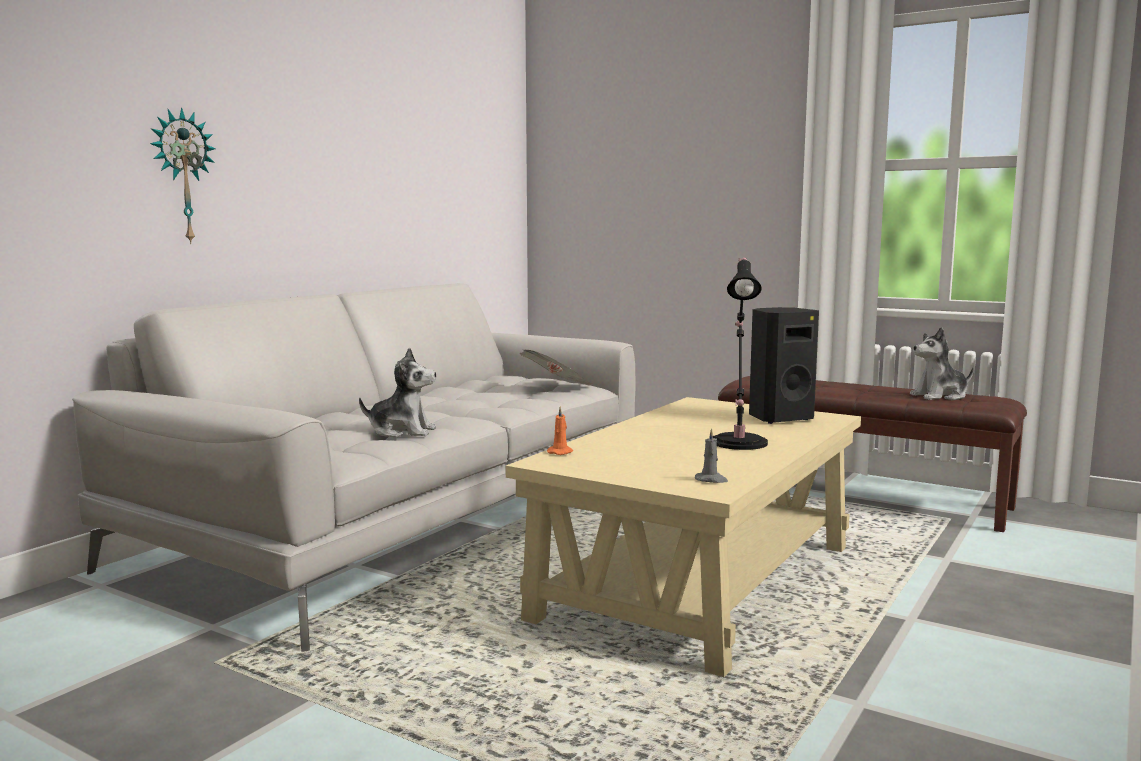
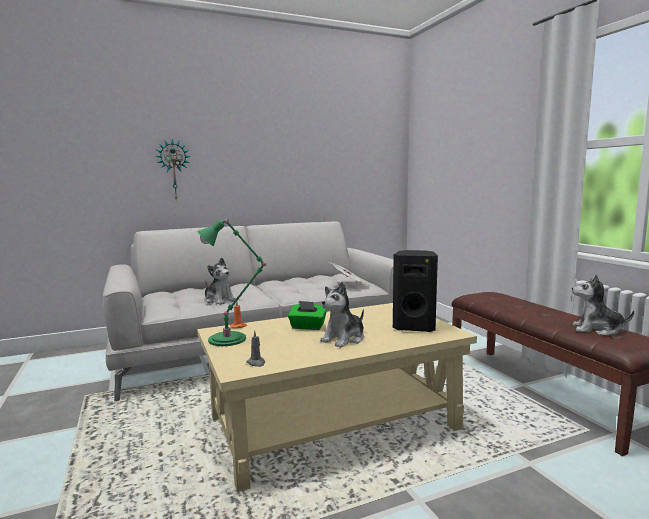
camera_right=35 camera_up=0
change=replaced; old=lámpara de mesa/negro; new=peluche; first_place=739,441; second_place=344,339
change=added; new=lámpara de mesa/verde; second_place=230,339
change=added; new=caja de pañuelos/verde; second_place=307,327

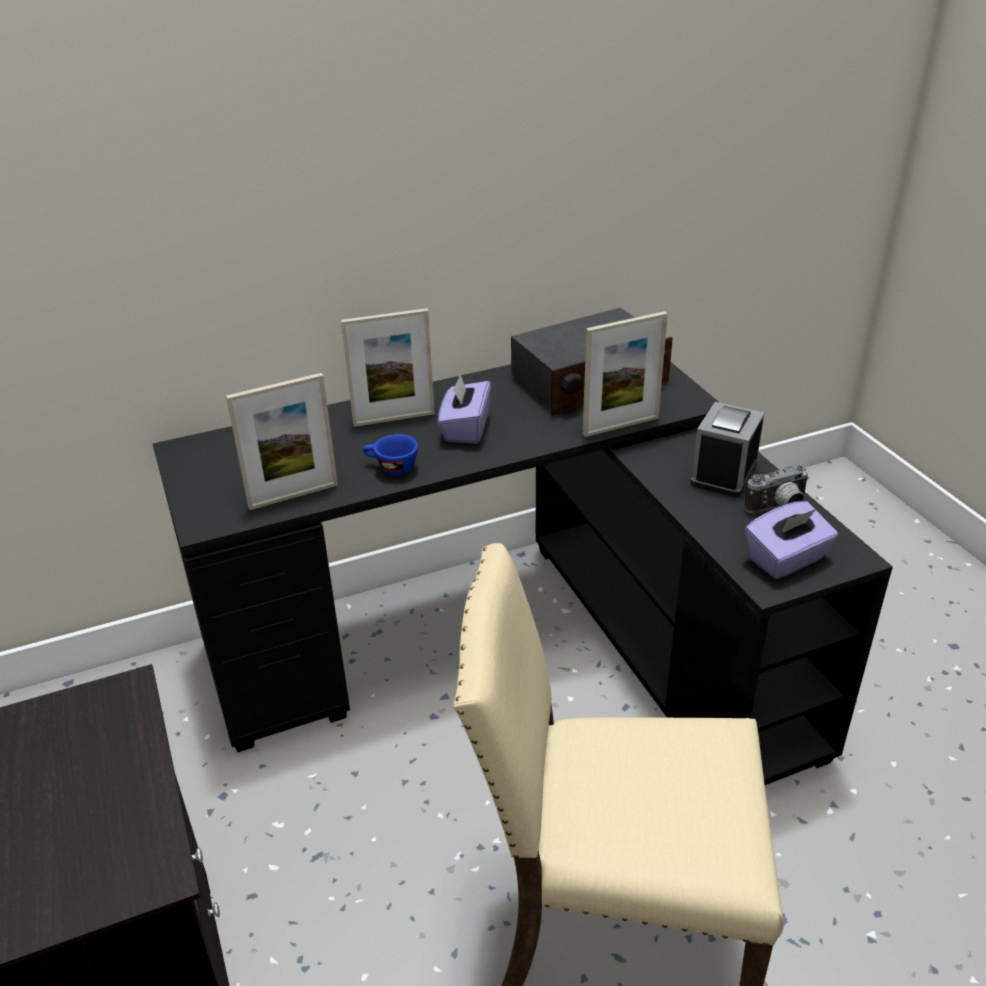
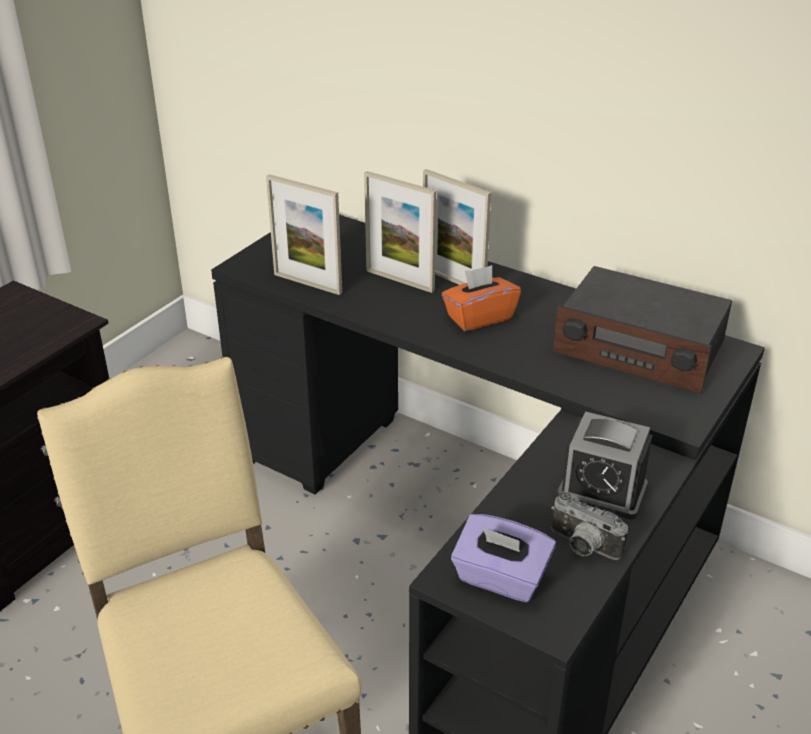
camera_right=55 camera_up=0
change=removed; old=taza/azul; first_place=391,468
change=recoloured; old=caja de pañuelos/morado; new=caja de pañuelos/naranja; first_place=465,428; second_place=479,317
change=moved; old=portarretratos; first_place=621,426; second_place=400,280
change=turned; old=despertador; first_place=724,473; second_place=602,491; degrees=-150

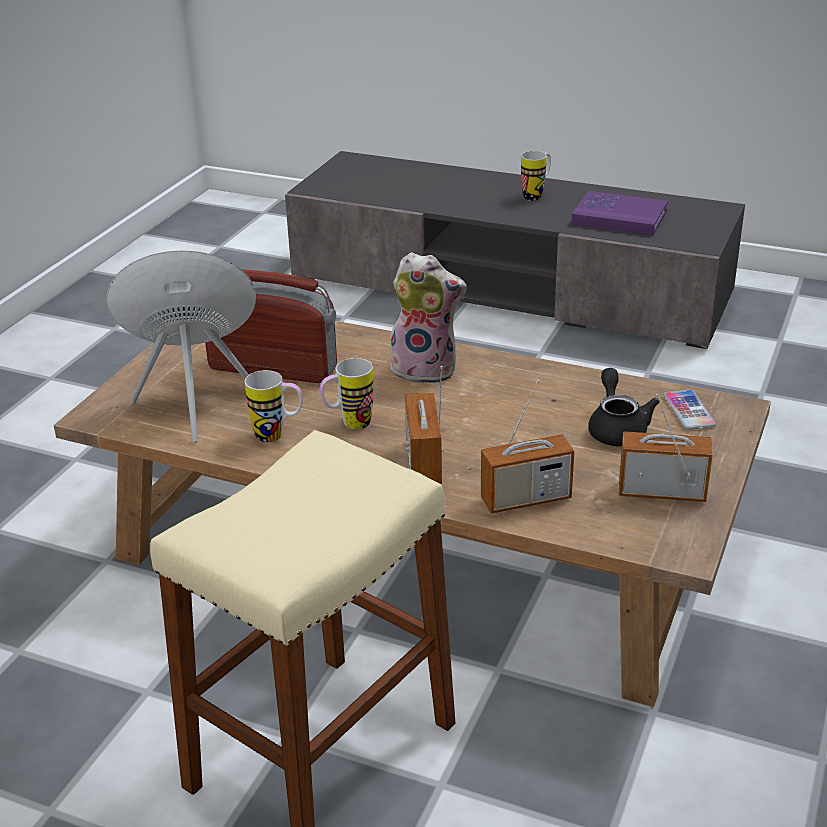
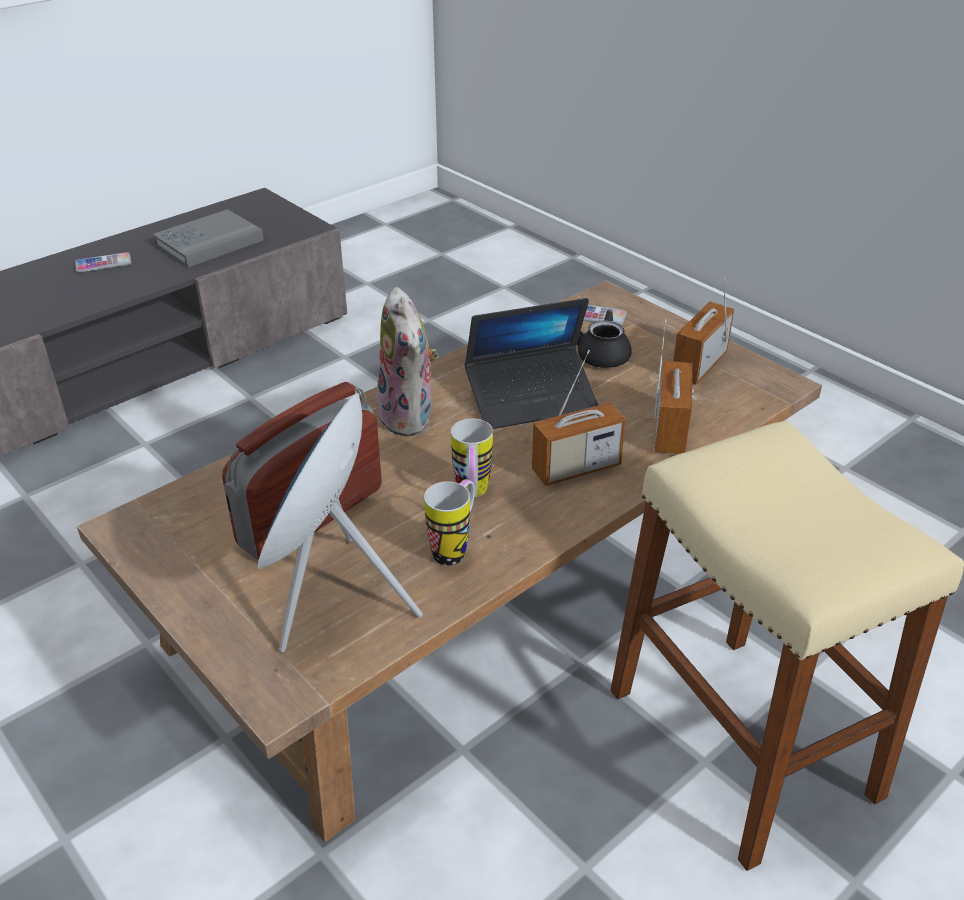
camera_right=-65 camera_up=5
change=turned; old=peluche; first_place=426,369; second_place=410,418; degrees=120
change=turned; old=radio; first_place=423,463; second_place=576,468; degrees=-45
change=replaced; old=taza grande; new=móvil; first_place=536,195; second_place=103,264
change=recoloured; old=libro/morado; new=libro/gris; first_place=619,217; second_place=209,242
change=added; new=portátil; second_place=531,399

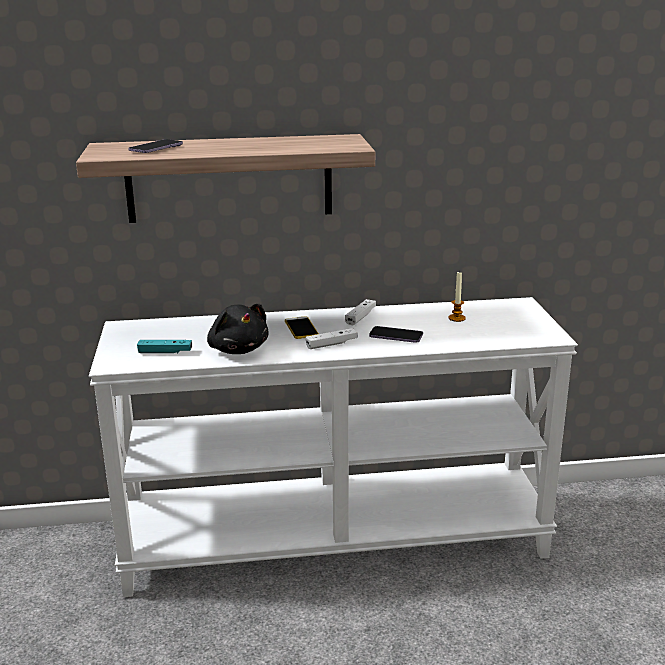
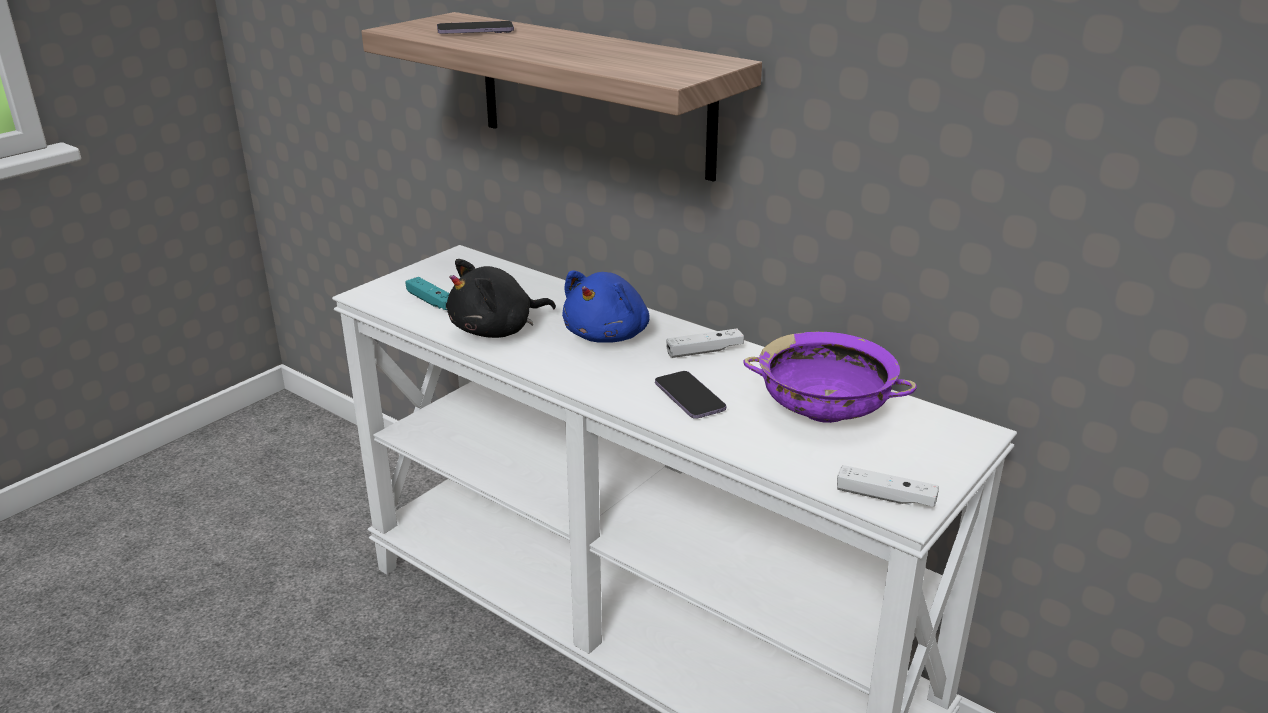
camera_right=45 camera_up=5
change=turned; old=peluche/negro; first_place=238,349; second_place=497,330; degrees=45
change=replaced; old=móvil; new=peluche/azul; first_place=301,328; second_place=609,335
change=moved; old=mando de consola/blanco; first_place=331,344; second_place=885,497
change=replaced; old=vela; new=cuenco/morado; first_place=456,318; second_place=822,410

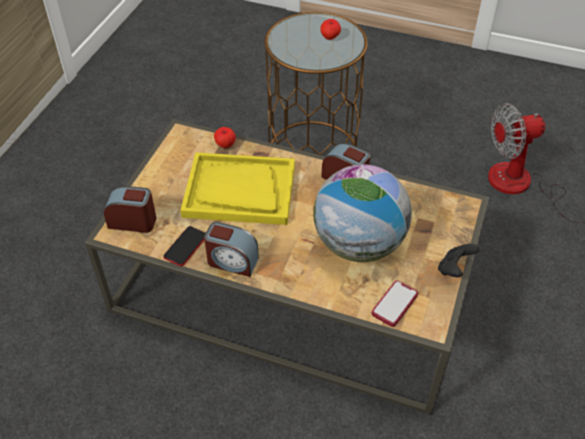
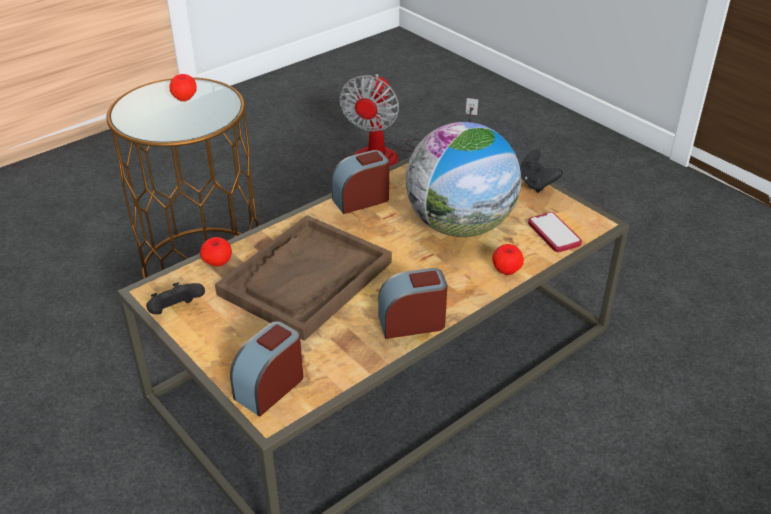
camera_right=-60 camera_up=-10
change=removed; old=móvil; first_place=185,247
change=recoloured; old=bandeja/amarillo; new=bandeja/marrón; first_place=239,191; second_place=306,279
change=turned; old=despertador; first_place=232,261; second_place=412,322; degrees=-150
change=added; new=mando de consola/negro; second_place=176,312
change=added; new=manzana; second_place=506,270

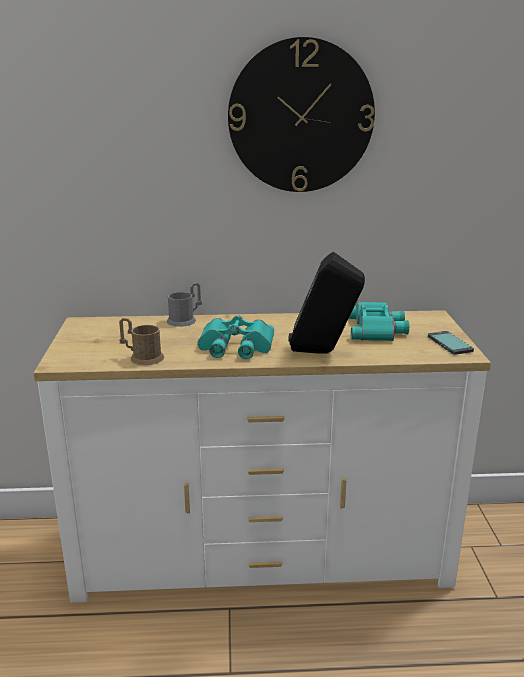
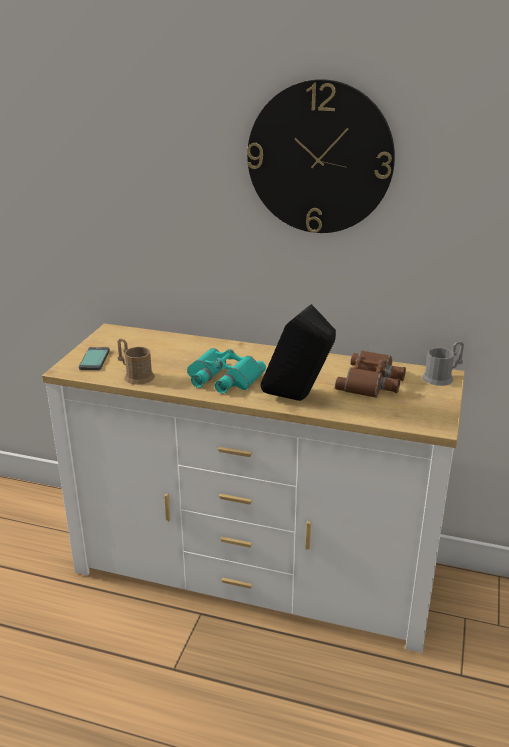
camera_right=20 camera_up=5
change=moved; old=taza grande/gris; first_place=185,320; second_place=442,377
change=recoloured; old=prismáticos/turquesa; new=prismáticos/marrón; first_place=377,329; second_place=372,382
change=moved; old=móvil; first_place=449,344; second_place=94,359

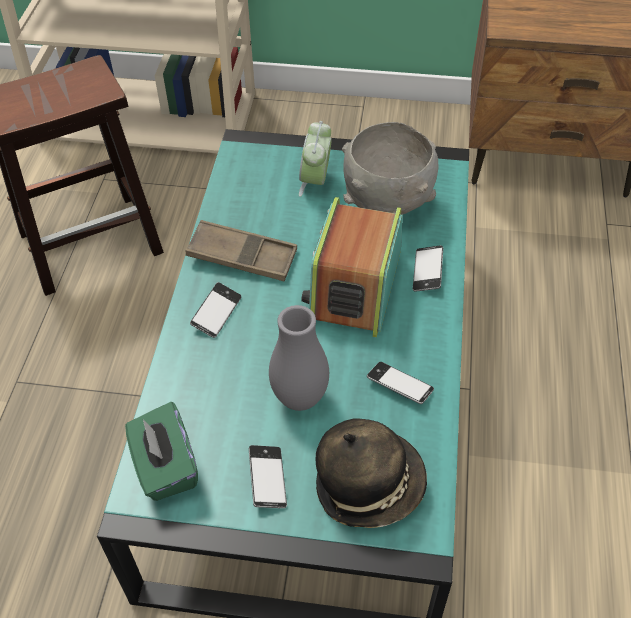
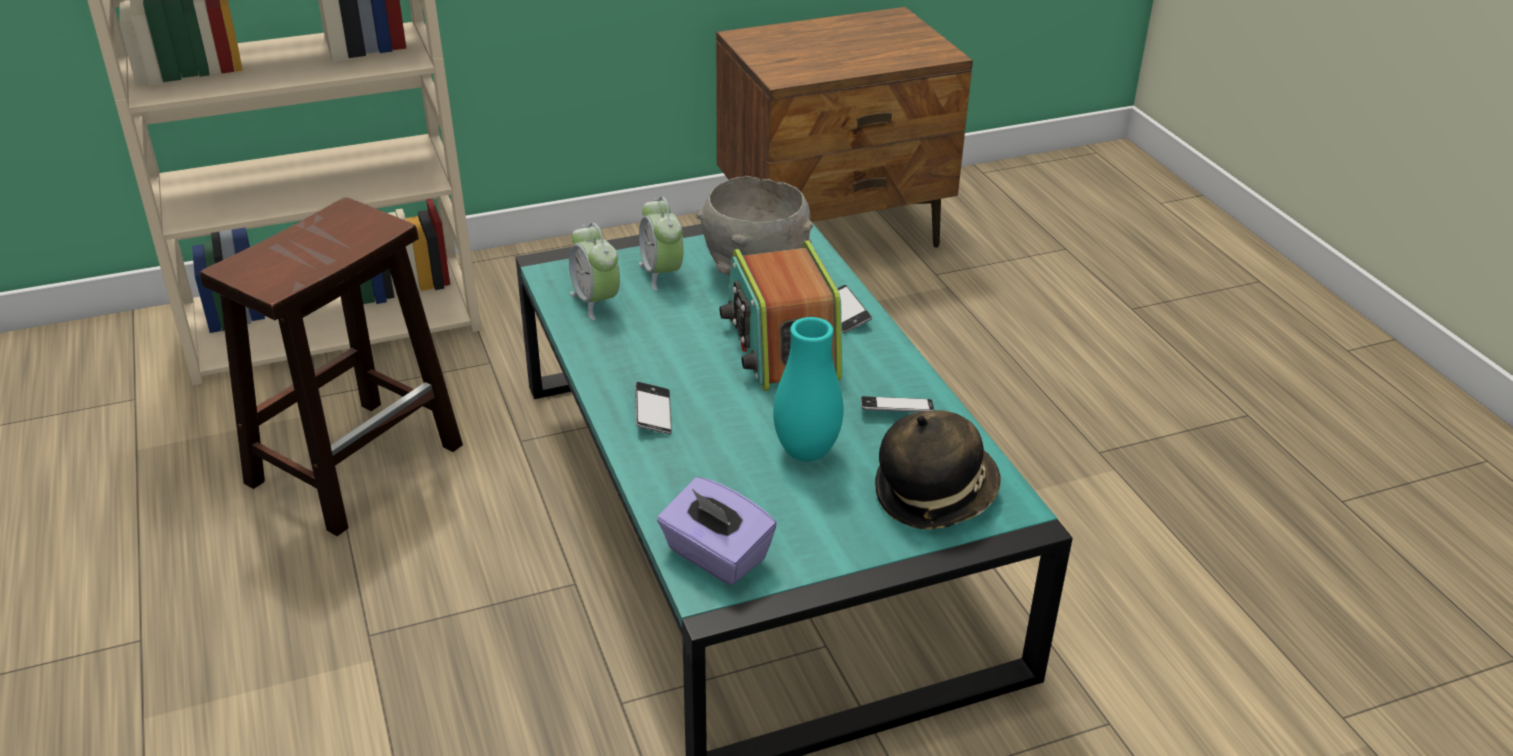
camera_right=-30 camera_up=-15
change=recoloured; old=caja de pañuelos/verde; new=caja de pañuelos/morado; first_place=165,467; second_place=715,556
change=removed; old=bandeja/marrón; first_place=242,256
change=removed; old=móvil; first_place=267,479
change=recoloured; old=florero/gris; new=florero/turquesa; first_place=300,398; second_place=806,452
change=added; new=despertador; second_place=596,302

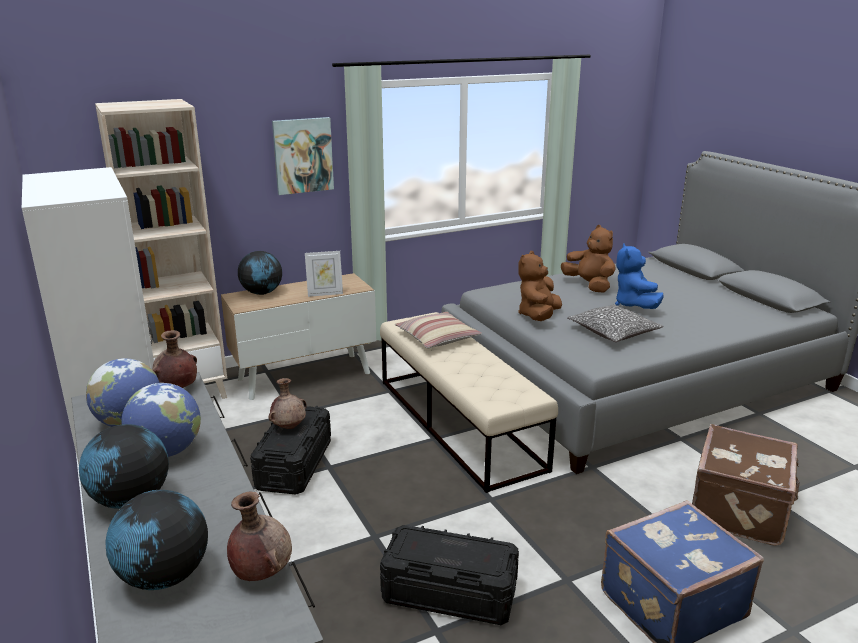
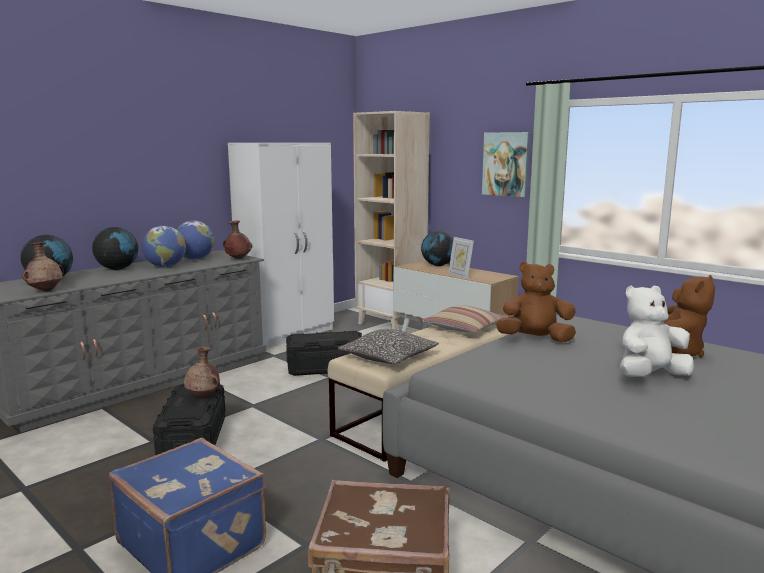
camera_right=70 camera_up=-10
change=moved; old=florero/marrón; first_place=289,427; second_place=203,397
change=moved; old=cojín; first_place=613,332; second_place=388,357
change=recoloured; old=peluche/azul; new=peluche/blanco; first_place=634,305; second_place=650,376

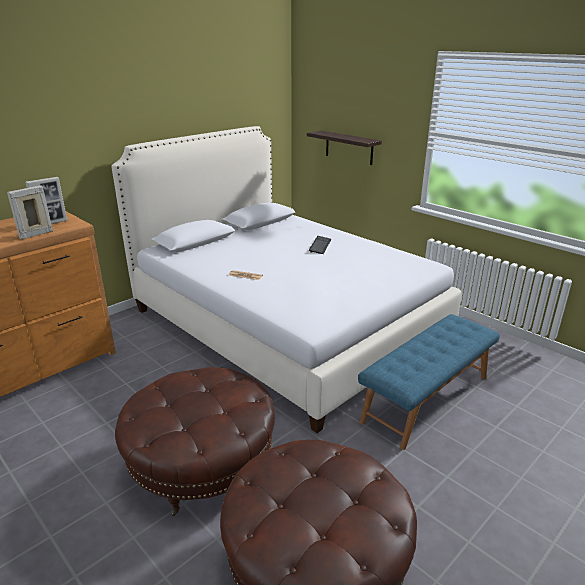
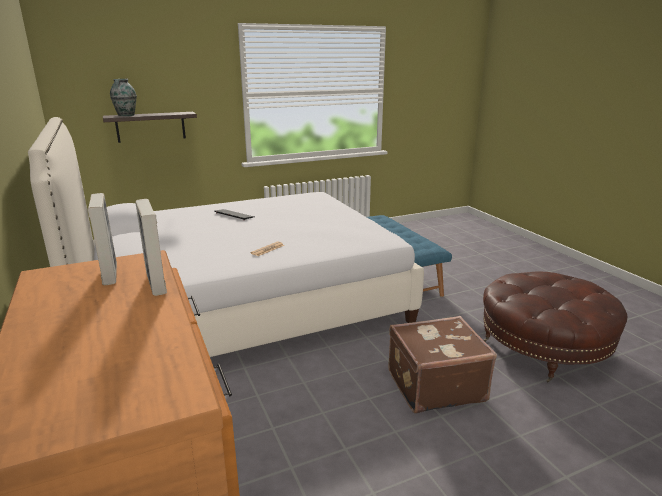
camera_right=-70 camera_up=-5
change=replaced; old=puf/marrón; new=maleta/marrón; first_place=202,463; second_place=434,385
change=added; new=florero; second_place=126,115

